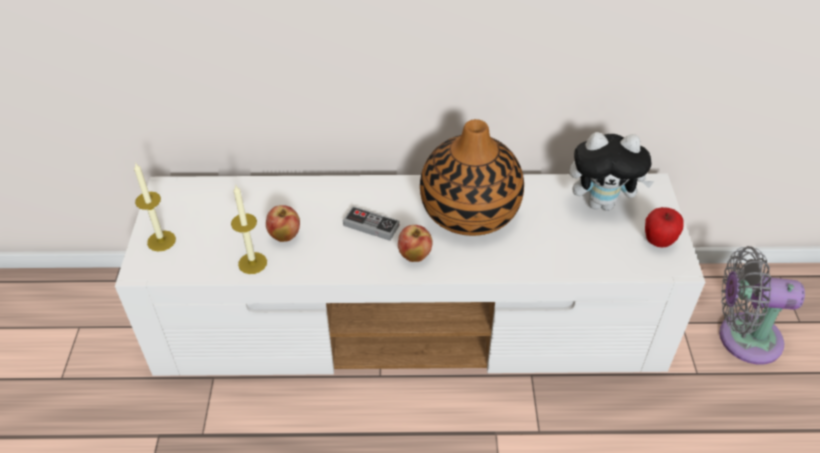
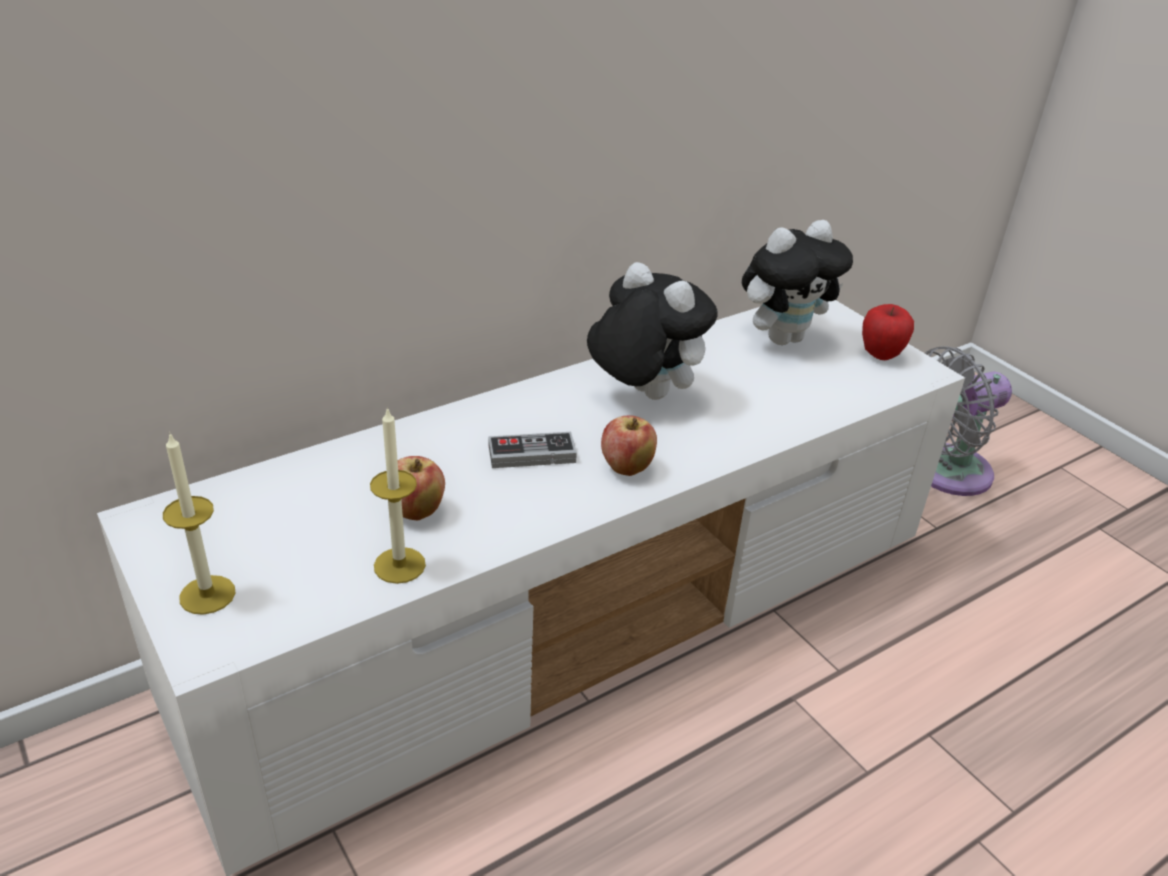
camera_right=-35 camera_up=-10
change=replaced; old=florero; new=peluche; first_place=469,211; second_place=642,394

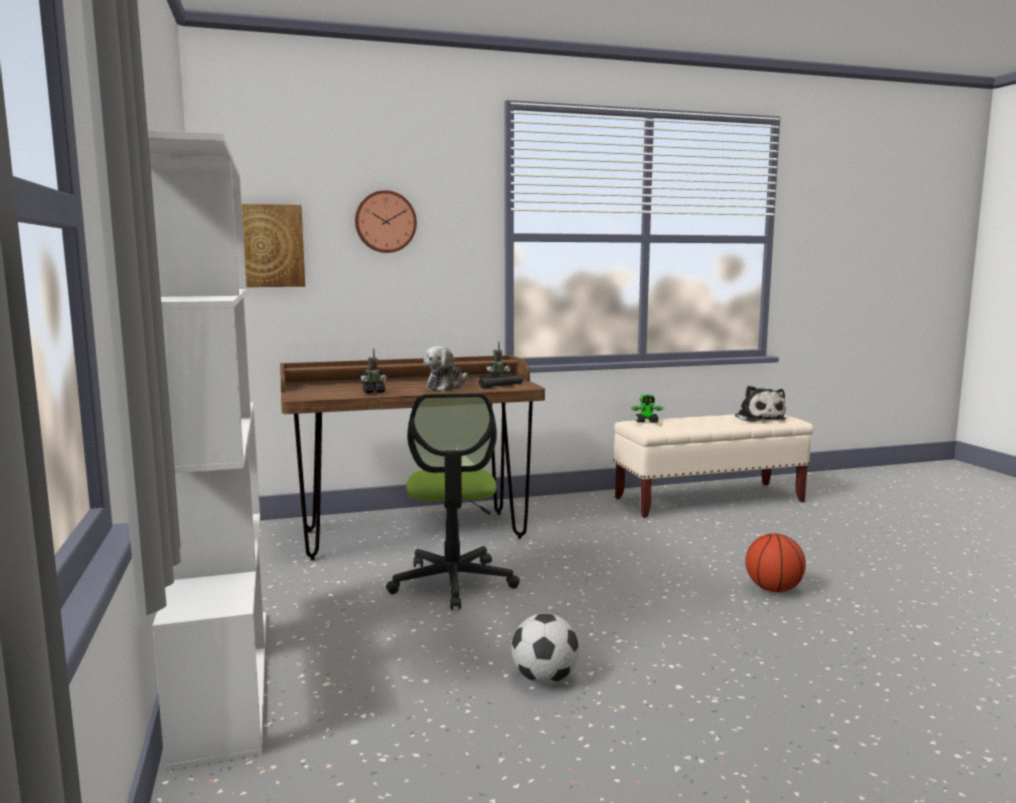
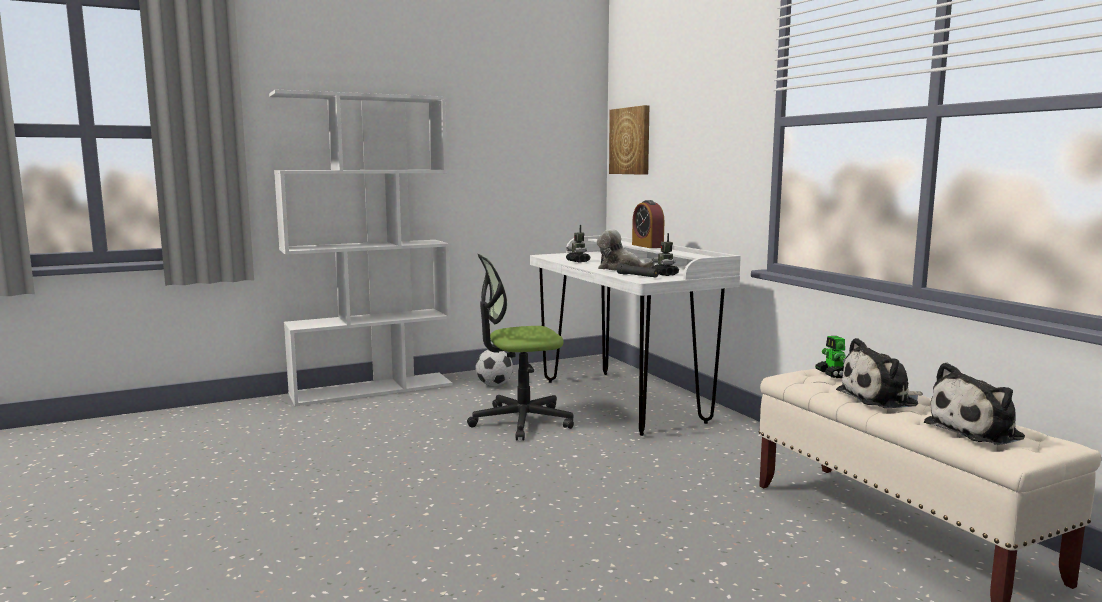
camera_right=80 camera_up=0
change=recoloured; old=escritorio/marrón; new=escritorio/blanco; first_place=413,534; second_place=622,400
change=removed; old=reloj de pared; first_place=385,222
change=moved; old=balón de fútbol; first_place=544,679; second_place=494,385
change=removed; old=balón de baloncesto; first_place=773,589
change=added; new=despertador; second_place=647,246
change=added; new=peluche; second_place=881,398

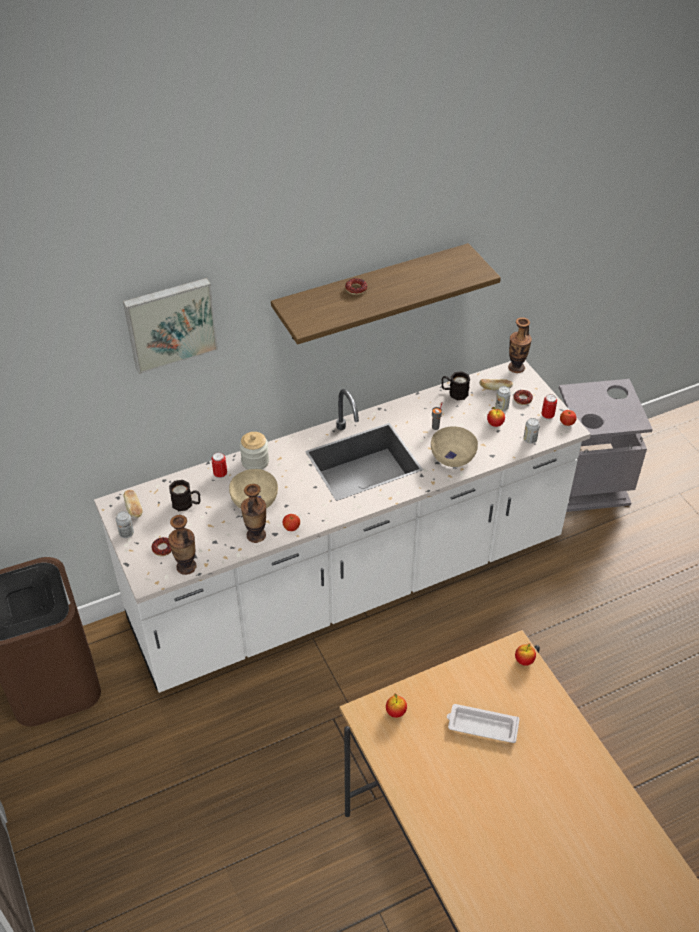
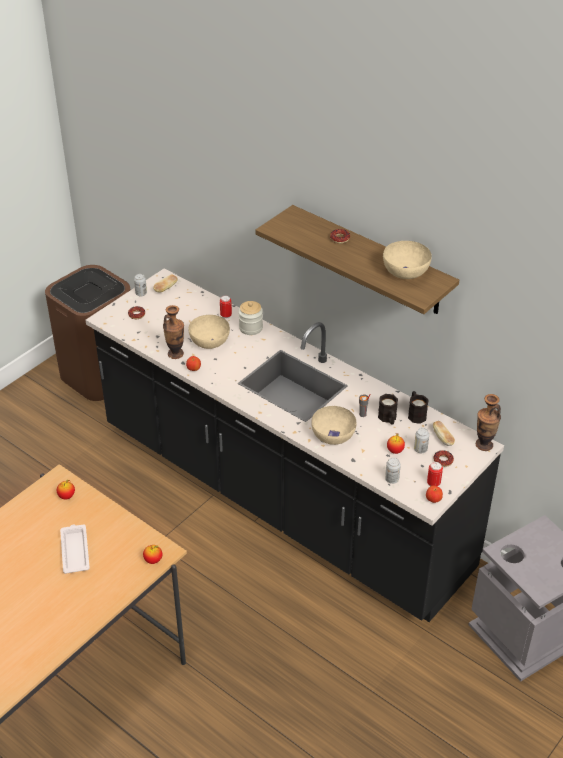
camera_right=65 camera_up=-5
change=recoloured; old=mueble bajo de cocina/blanco; new=mueble bajo de cocina/negro; first_place=349,583; second_place=281,497
change=removed; old=cuadro; first_place=170,323
change=removed; old=florero; first_place=186,567
change=moved; old=taza grande/negro; first_place=186,504; second_place=388,419
change=added; new=cuenco/beis; second_place=405,272

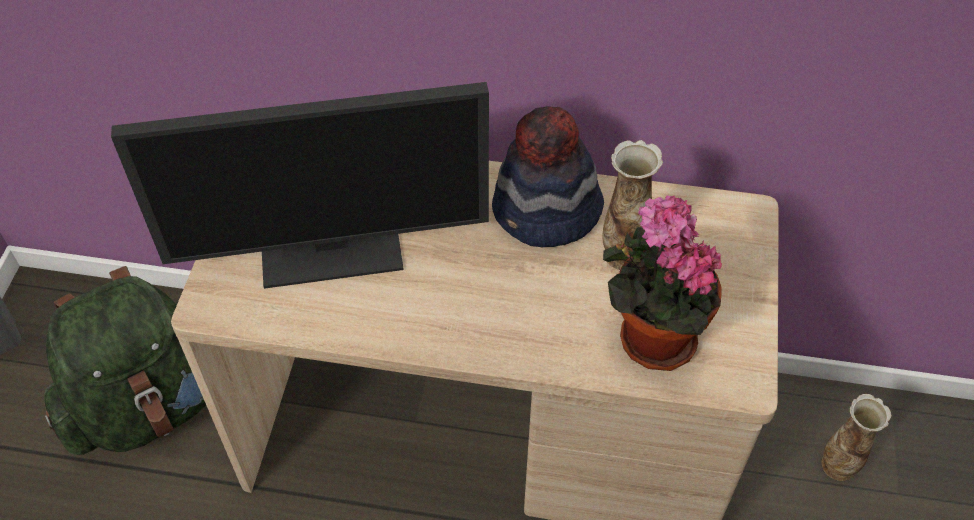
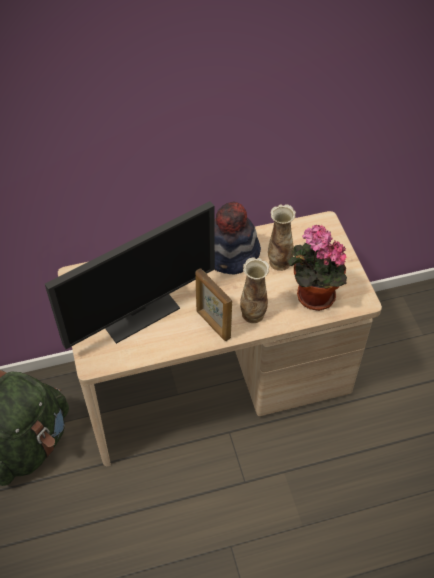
camera_right=-25 camera_up=0
change=moved; old=florero; first_place=838,466; second_place=253,314
change=added; new=portarretratos; second_place=213,324

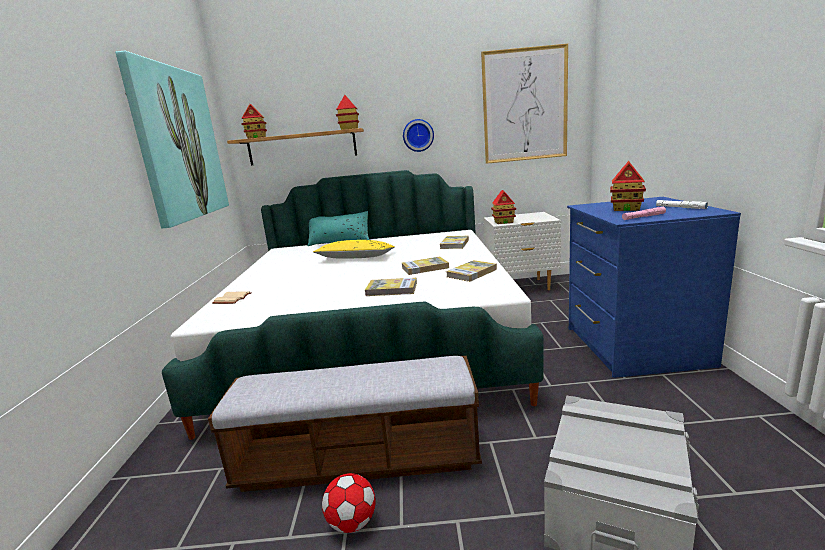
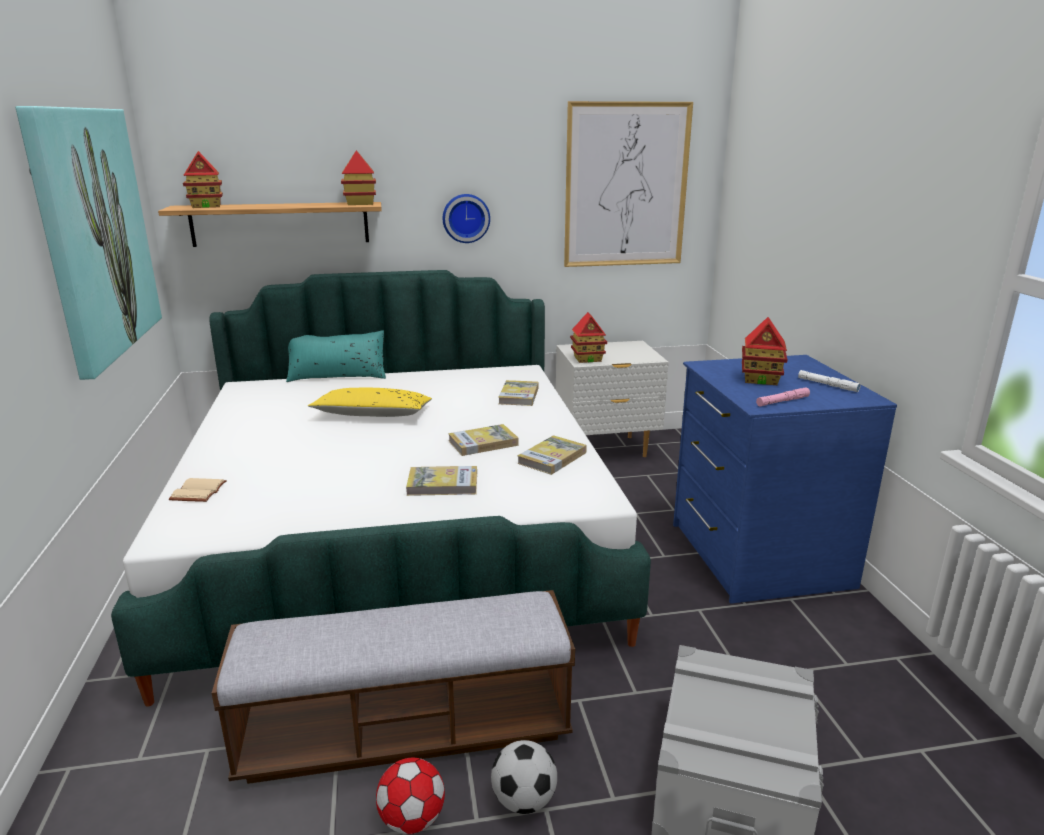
camera_right=-10 camera_up=5
change=added; new=balón de fútbol; second_place=524,800

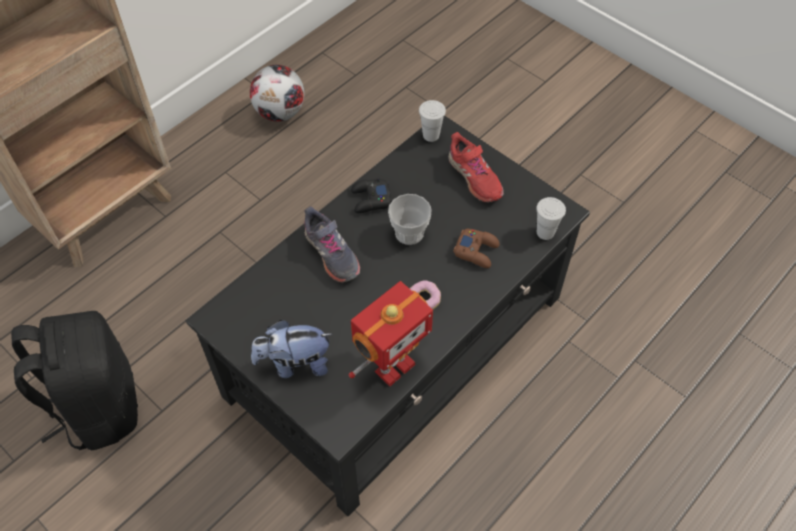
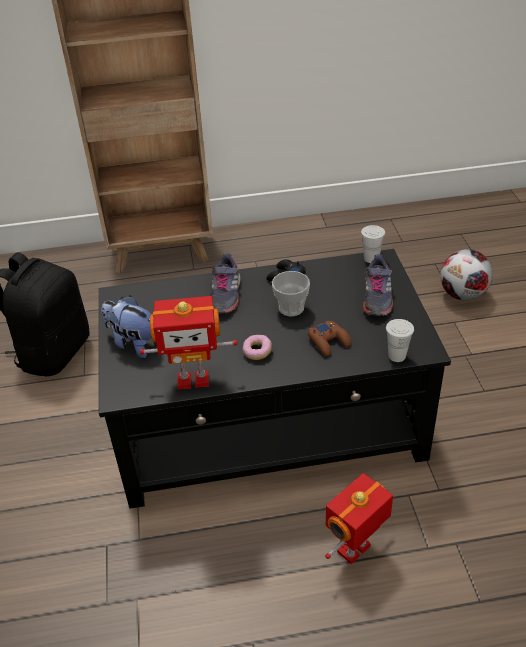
camera_right=40 camera_up=-15
change=moved; old=balón de fútbol; first_place=281,112; second_place=463,295
change=recoloured; old=zapato/rojo; new=zapato/gris; first_place=474,177; second_place=377,297
change=added; new=robot de juguete; second_place=355,550

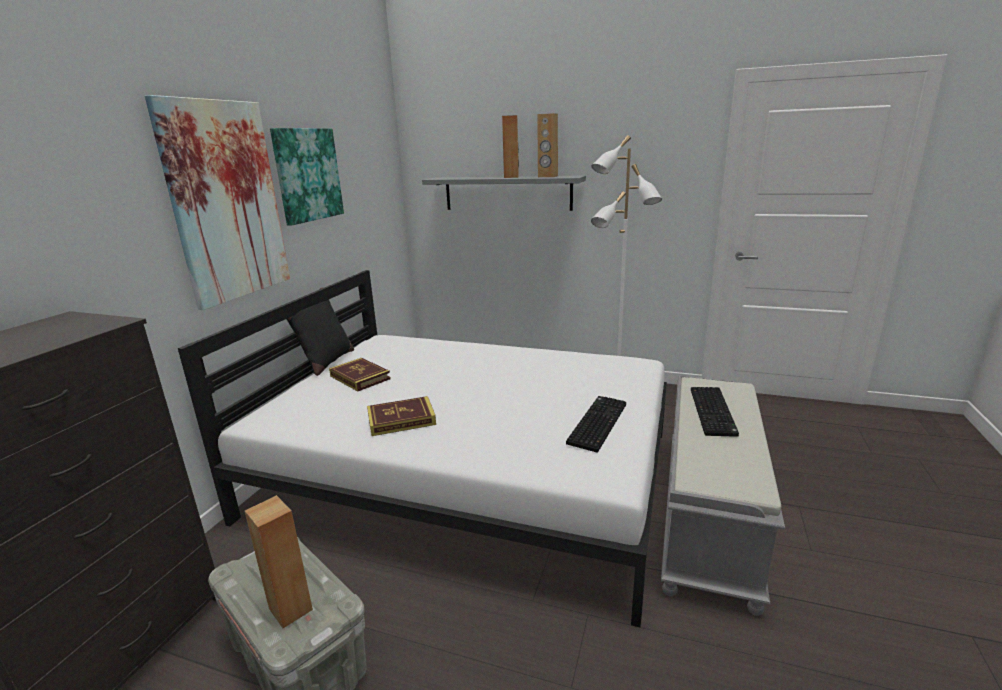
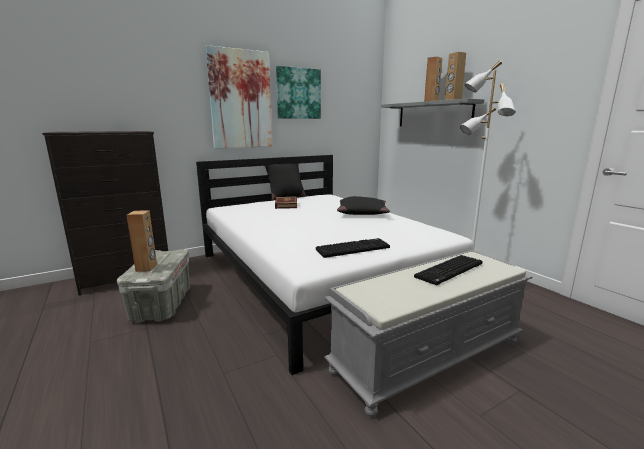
camera_right=40 camera_up=-5
change=removed; old=libro; first_place=401,420
change=added; new=cojín/negro; second_place=362,213

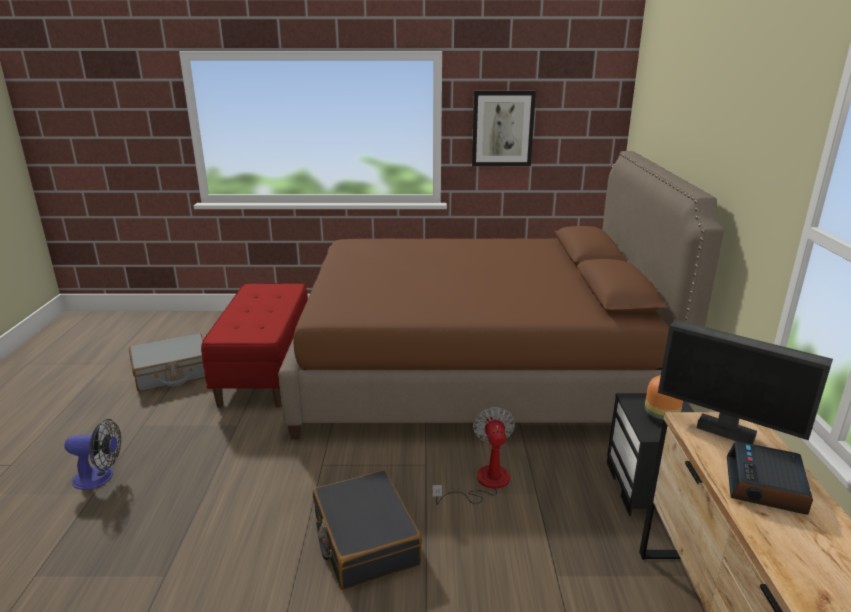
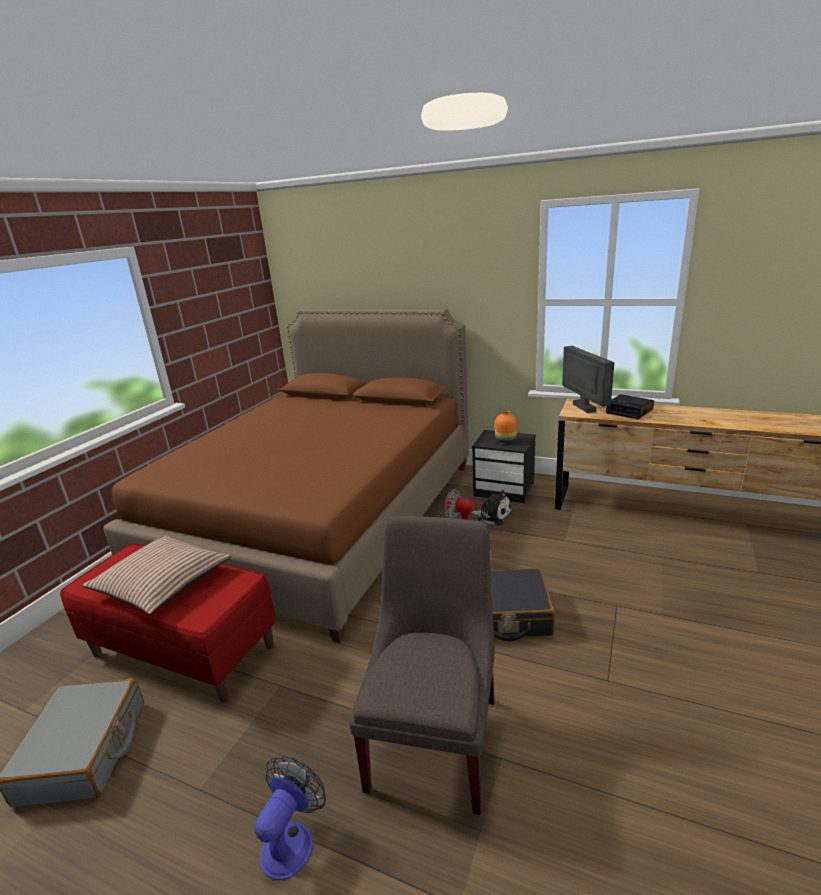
camera_right=-65 camera_up=0
change=removed; old=cuadro; first_place=502,128
change=turned; old=monitor; first_place=726,431; second_place=583,408; degrees=-75
change=added; new=cojín; second_place=163,583
change=added; new=silla/gris; second_place=436,735
change=added; new=peluche; second_place=492,515

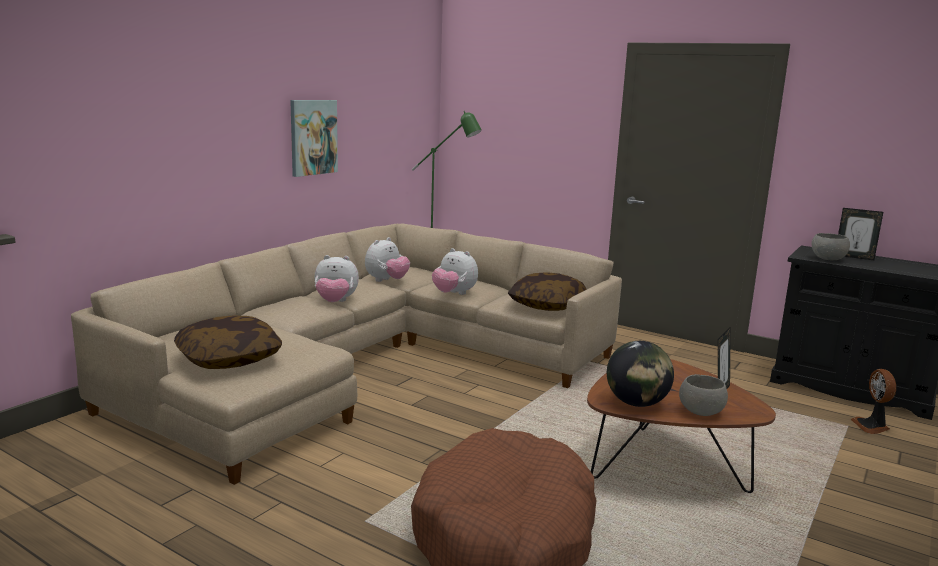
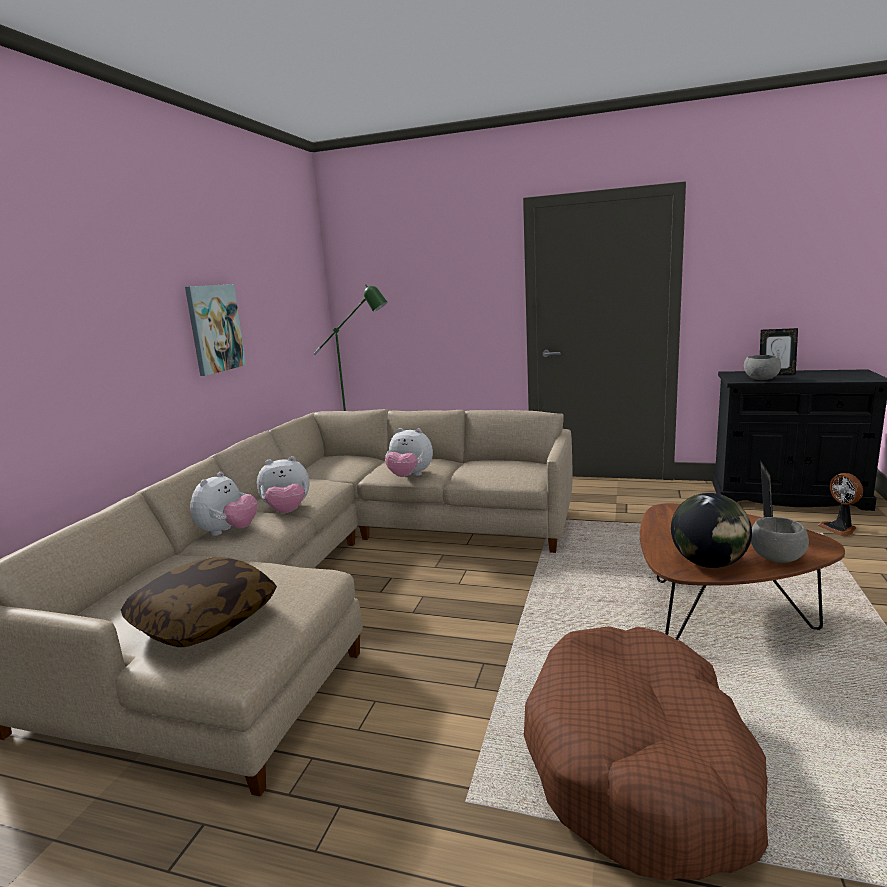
camera_right=-15 camera_up=0
change=moved; old=peluche; first_place=386,281; second_place=228,532
change=removed; old=cojín; first_place=547,305

